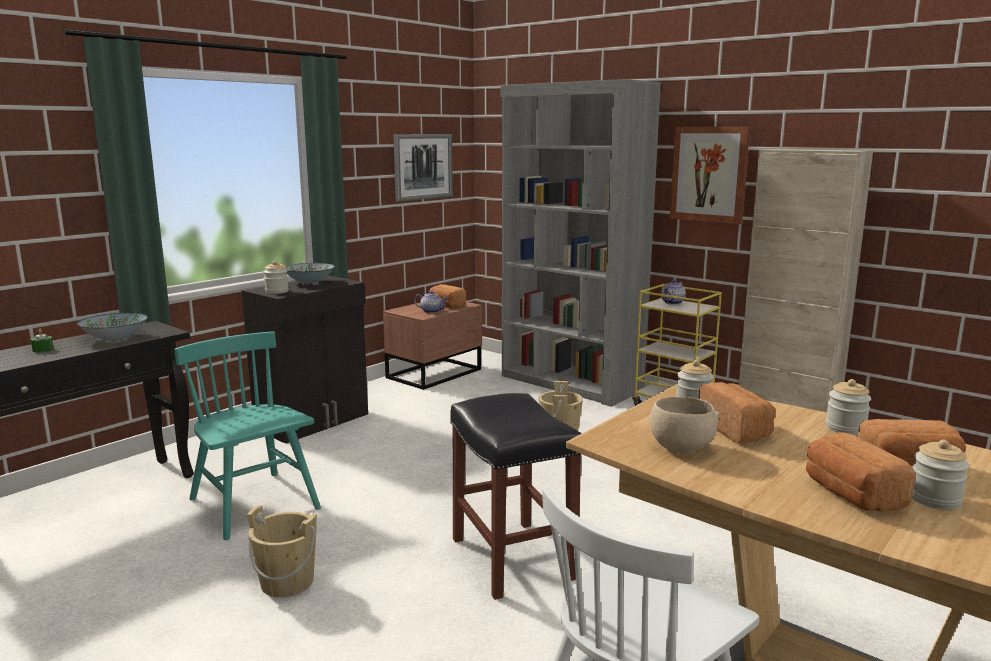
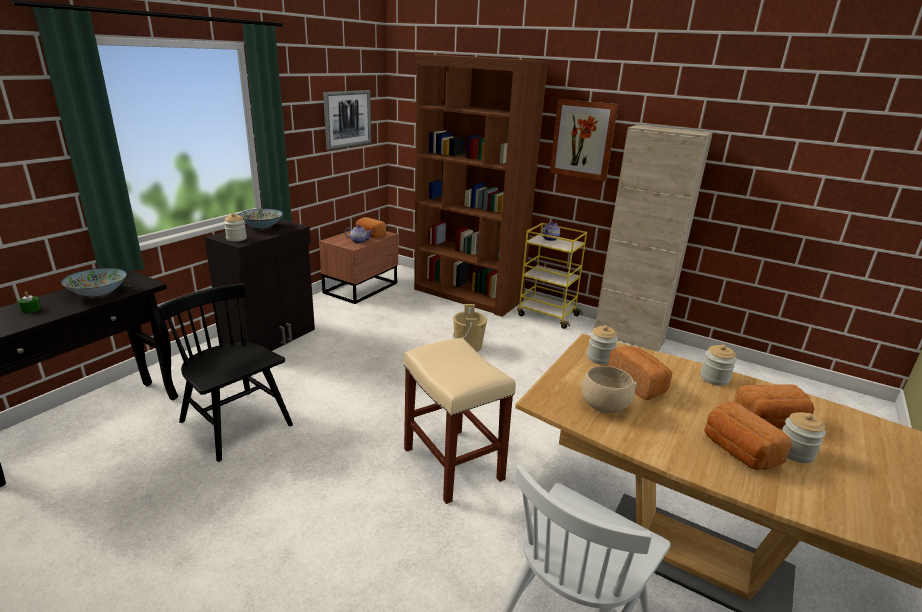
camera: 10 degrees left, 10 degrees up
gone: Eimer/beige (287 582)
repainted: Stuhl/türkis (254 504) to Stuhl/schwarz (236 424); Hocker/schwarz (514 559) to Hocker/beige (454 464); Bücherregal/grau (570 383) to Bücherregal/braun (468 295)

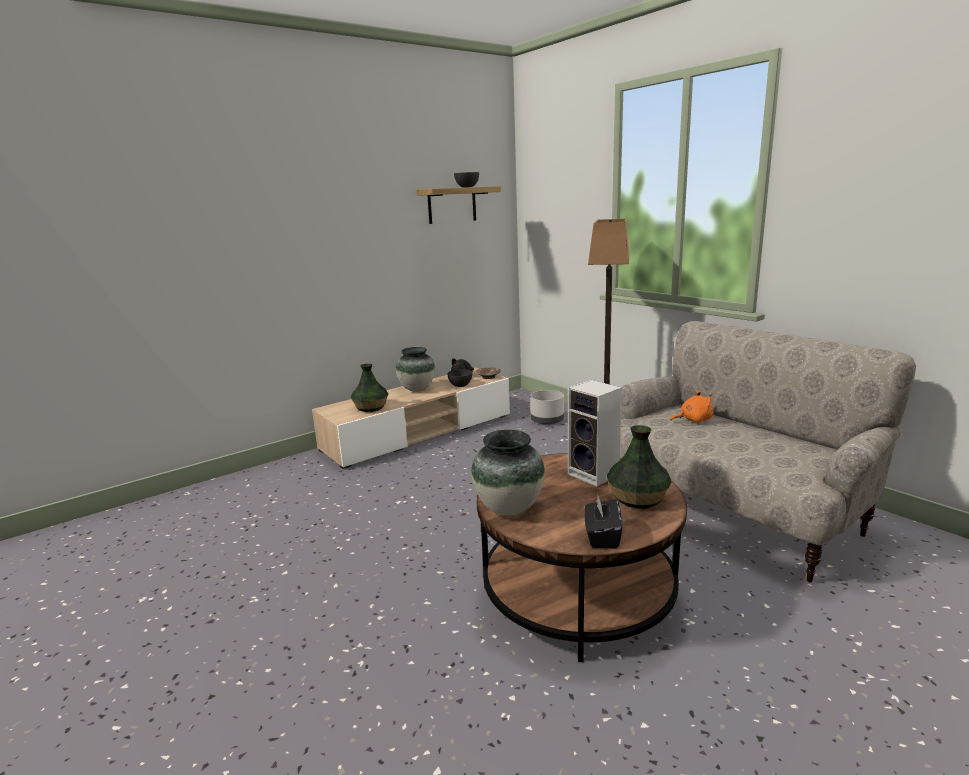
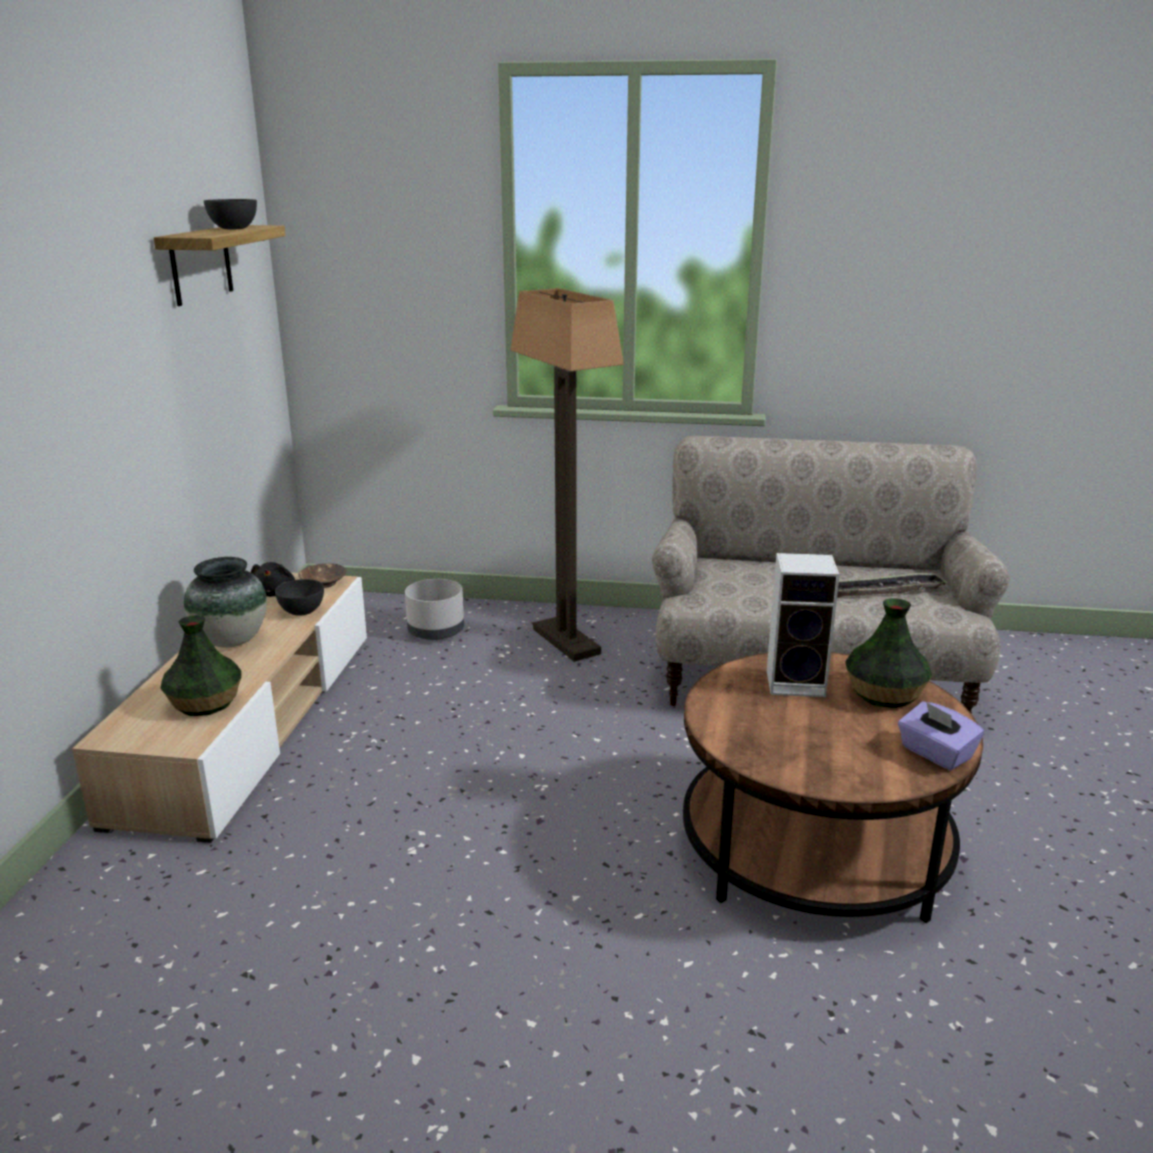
camera: 45 degrees left, 5 degrees up
gone: Vase (508 508); Plüschtier/orange (693 420)
new: Tablett (884 591)
repainted: Taschentuchbox/schwarz (602 536) to Taschentuchbox/lila (935 754)

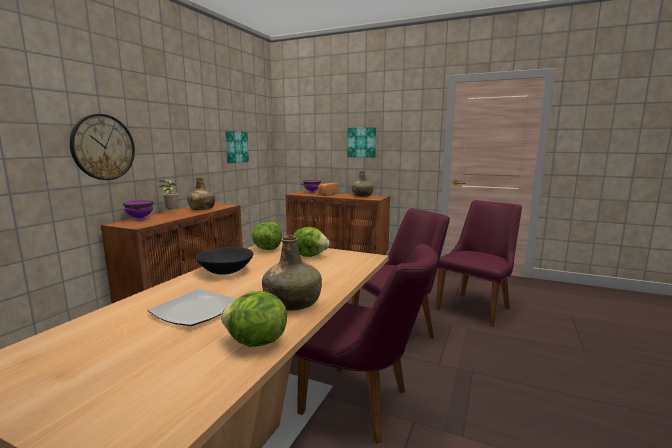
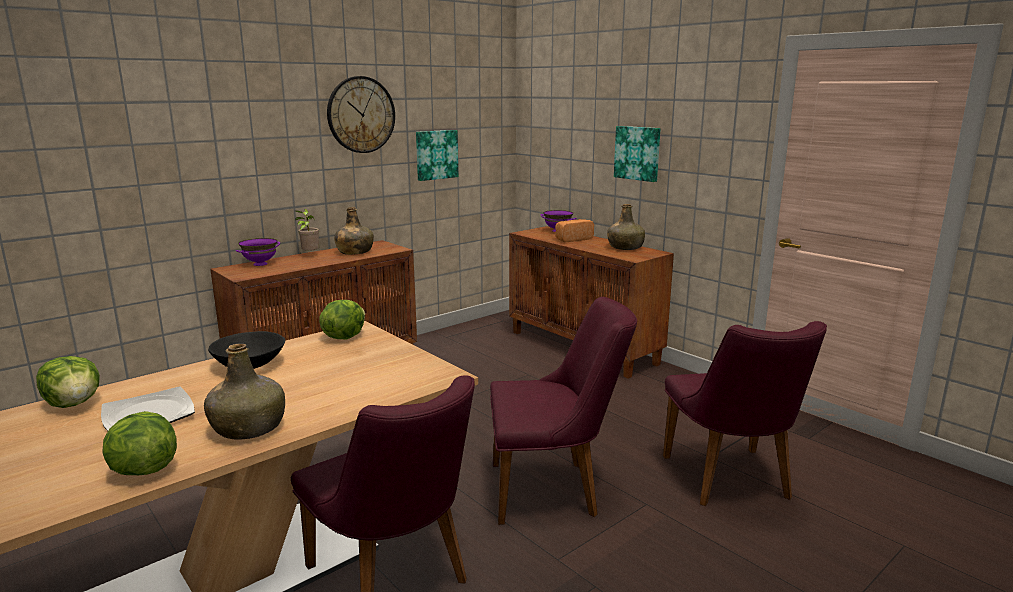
camera: 25 degrees right, 5 degrees up
shifted: Salatkopf (310 255) to (74 403); Wanduhr (103 147) to (361 115)
rotated: Stuhl/lila (477 306) = (731 483) 105 degrees clockwise

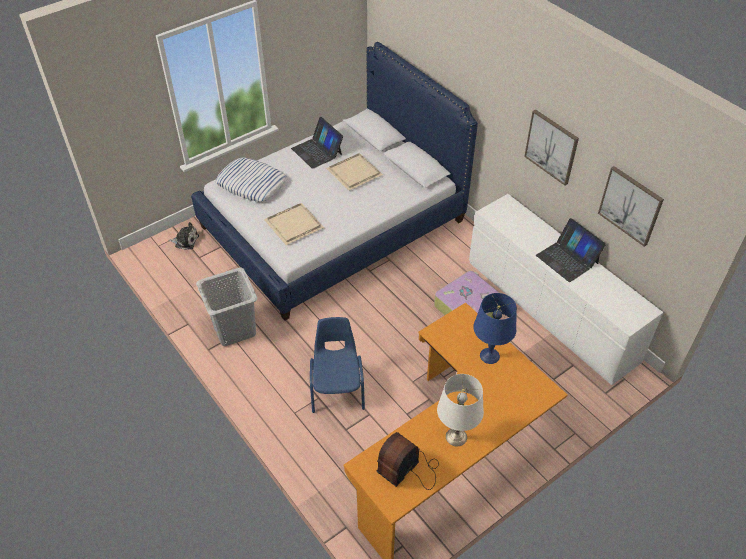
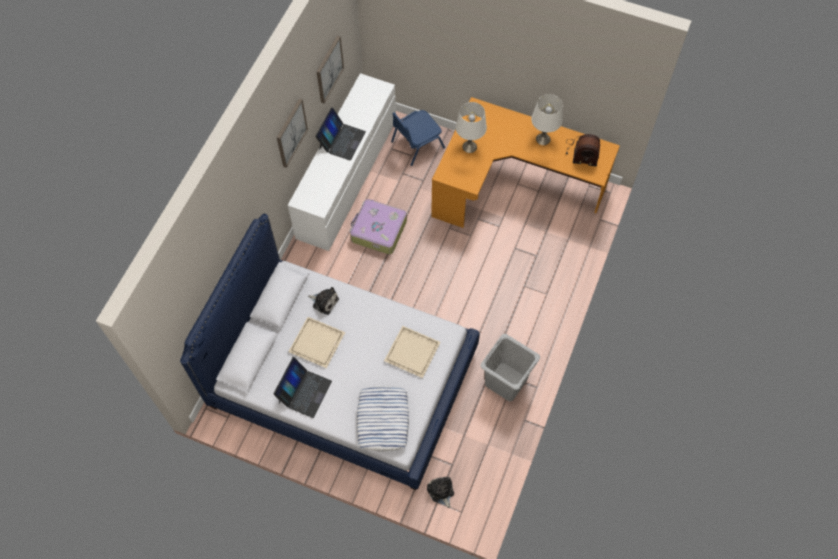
camera: 120 degrees left, 15 degrees up
new: Plüschtier (324 301)
shifted: Stuhl/blau (337 387) to (416 144)
repainted: Tischlampe/blau (489 356) to Tischlampe/weiß (469 146)

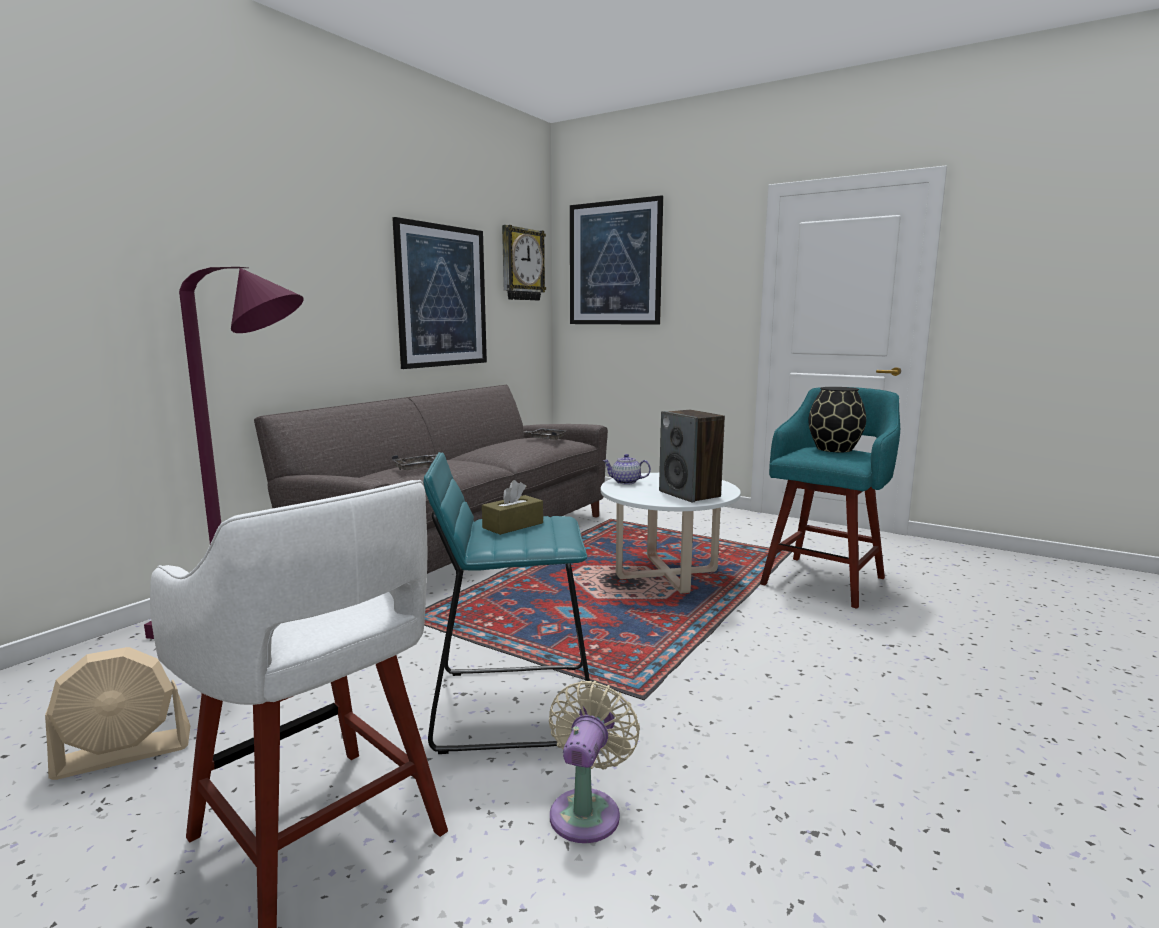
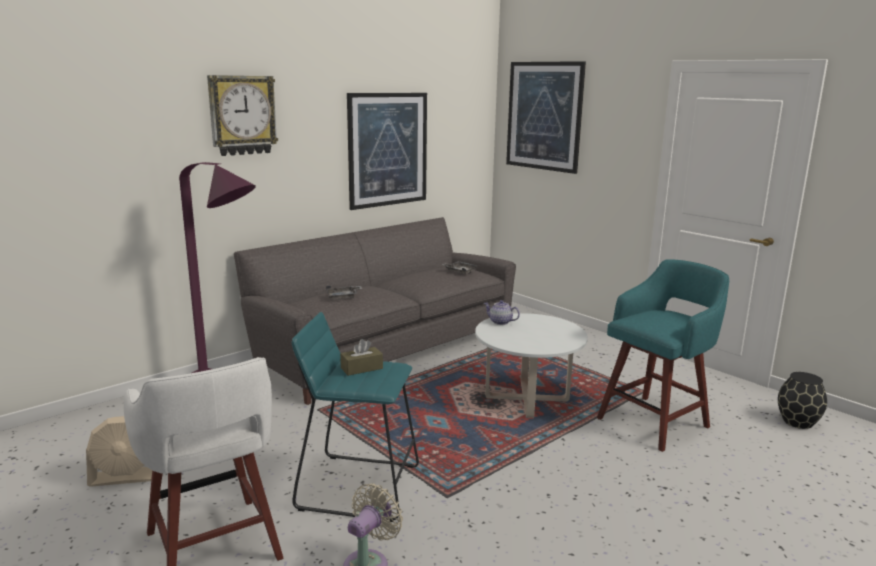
camera: 15 degrees right, 5 degrees up
gone: Lautsprecher (690 494)
shifted: Wanduhr (521 264) to (242 115); Vase/schwarz (833 449) to (797 422)

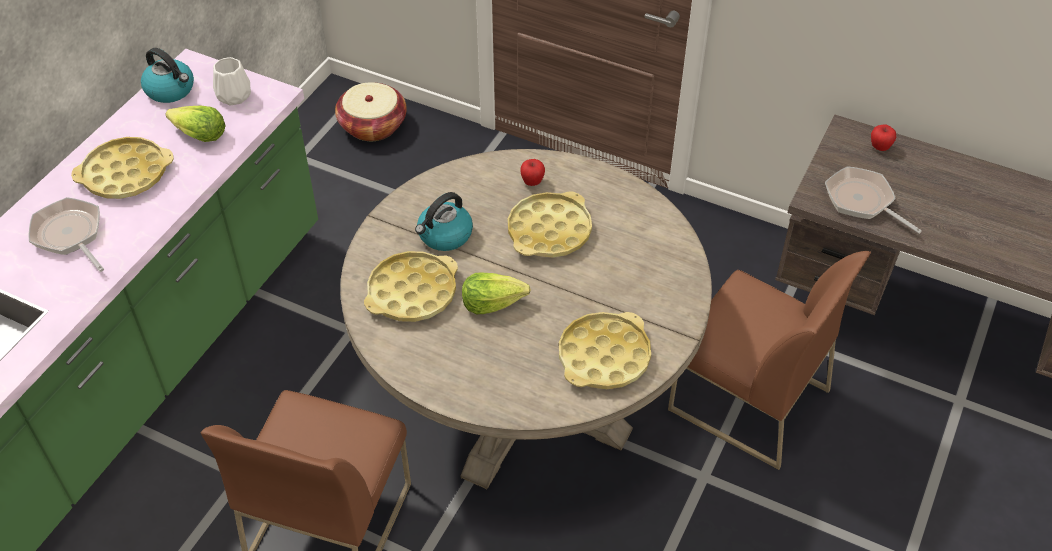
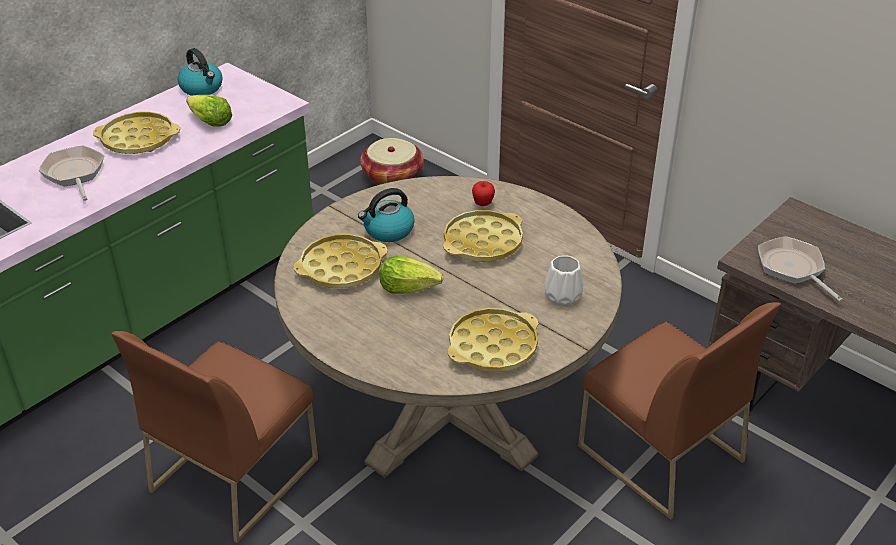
camera: 15 degrees right, 10 degrees down
gone: Apfel (880 147)
shifted: Vase/weiß (233 96) to (561 296)

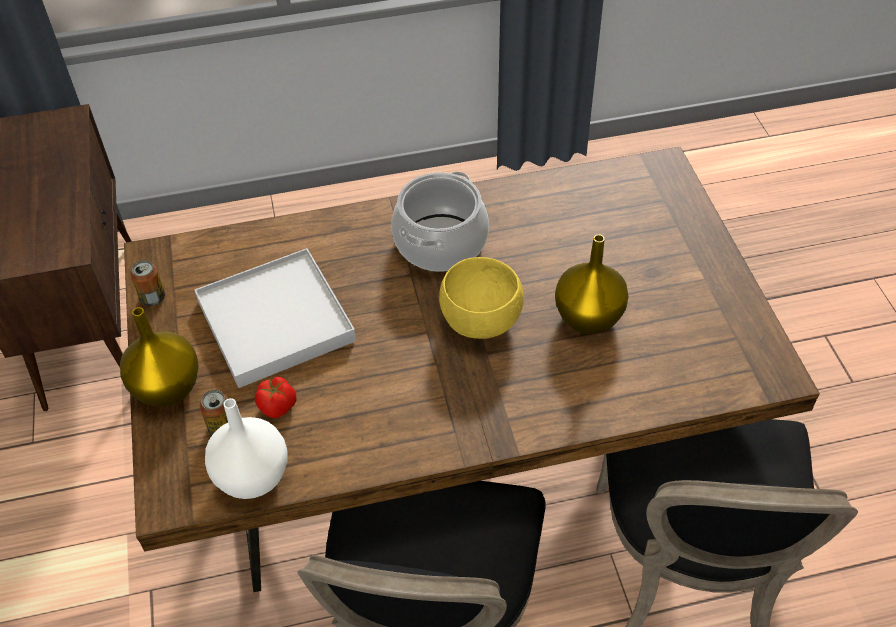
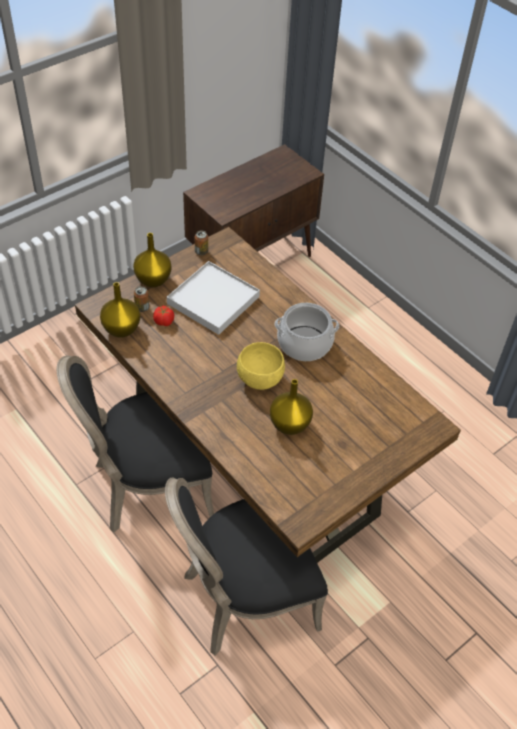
camera: 60 degrees right, 0 degrees up
repainted: Vase/weiß (254 478) to Vase/gelb (121 330)

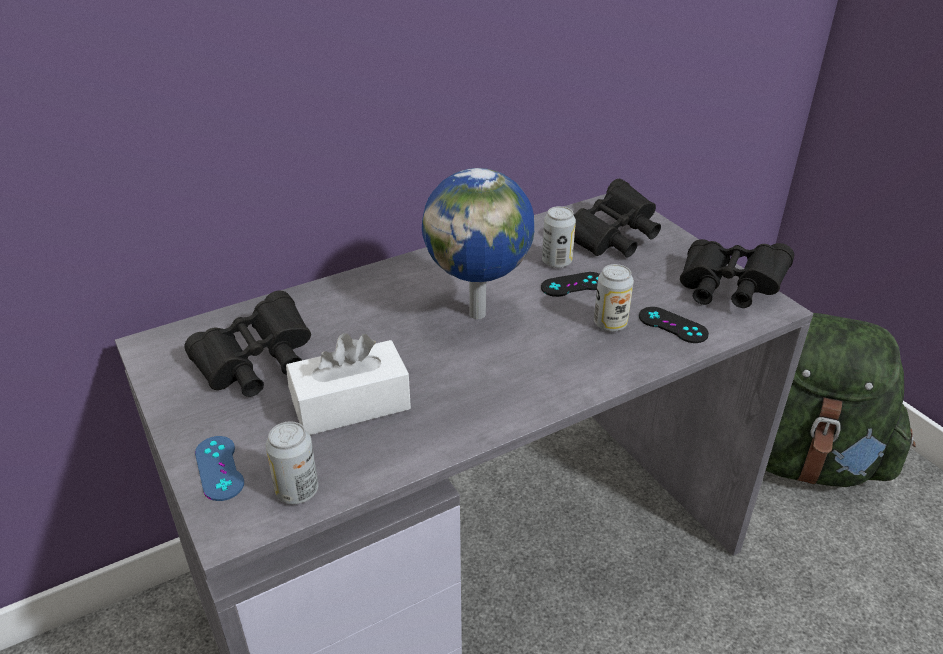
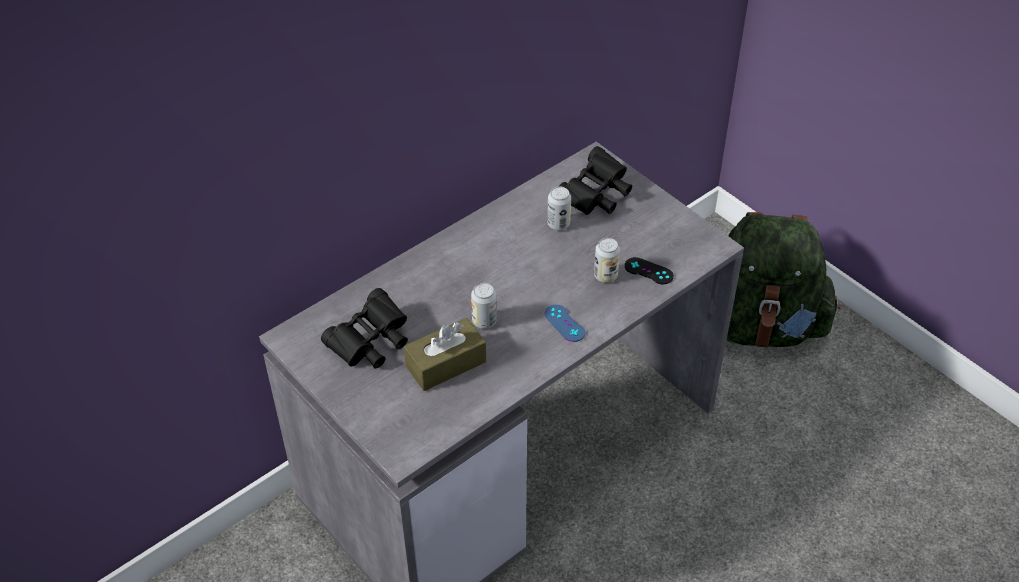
camera: 10 degrees left, 10 degrees up
gone: Globus (479 313); Gamepad/schwarz (573 285); Fernglas/schwarz (727 290)
shifted: Dose (297 491) to (484 321); Gamepad/blau (219 468) to (564 323)
repainted: Taschentuchbox/weiß (351 404) to Taschentuchbox/braun (446 364)

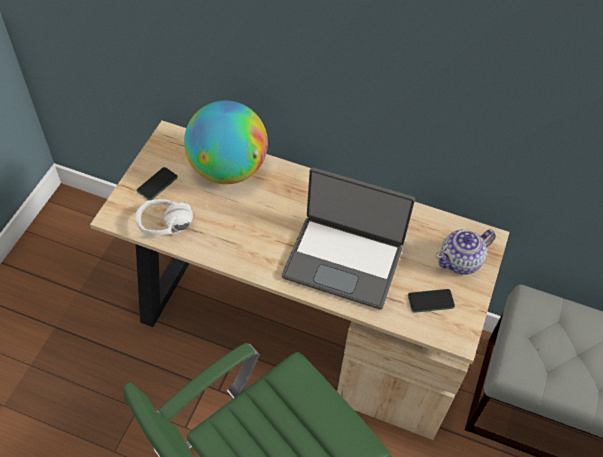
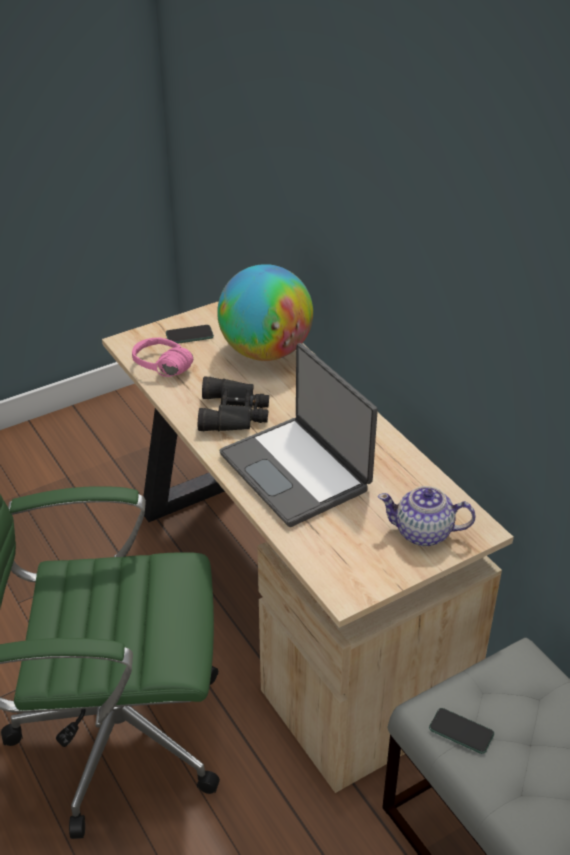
camera: 40 degrees right, 15 degrees down
new: Fernglas/schwarz (235 413)
shifted: Handy (431 301) to (461 731)
repainted: Kopfhörer/weiß (165 231) to Kopfhörer/rosa (157 371)

